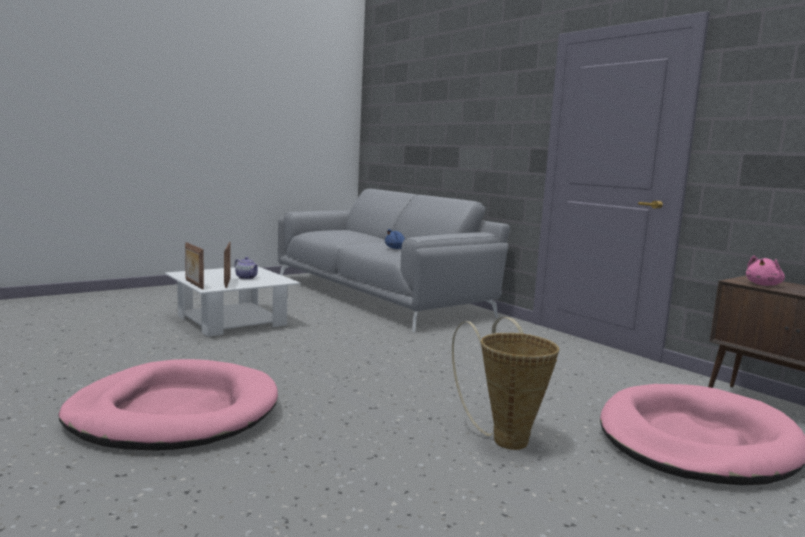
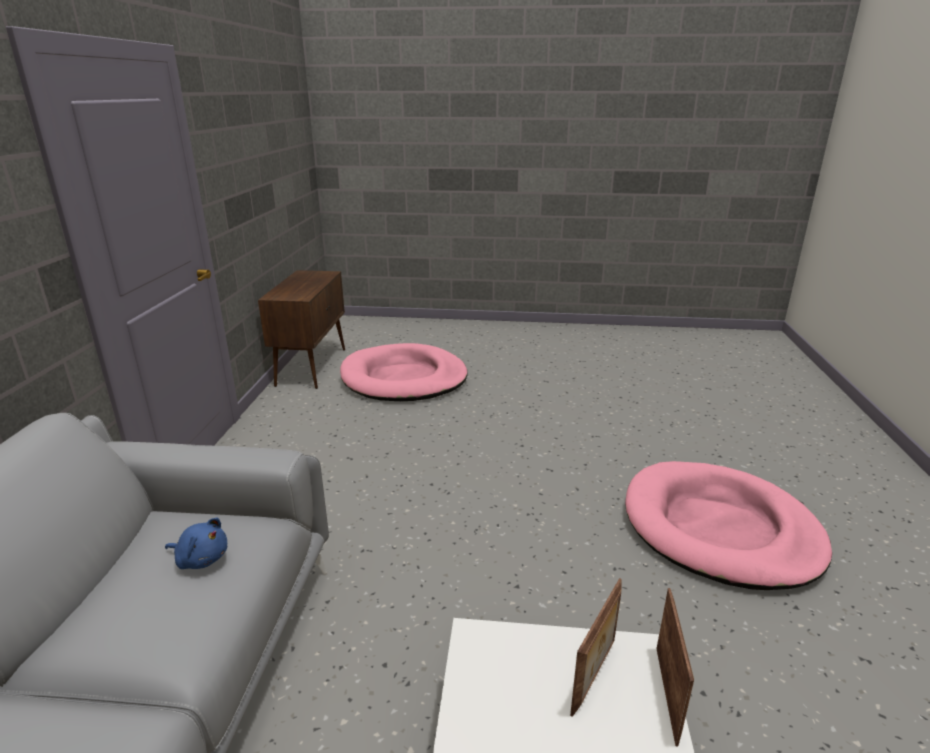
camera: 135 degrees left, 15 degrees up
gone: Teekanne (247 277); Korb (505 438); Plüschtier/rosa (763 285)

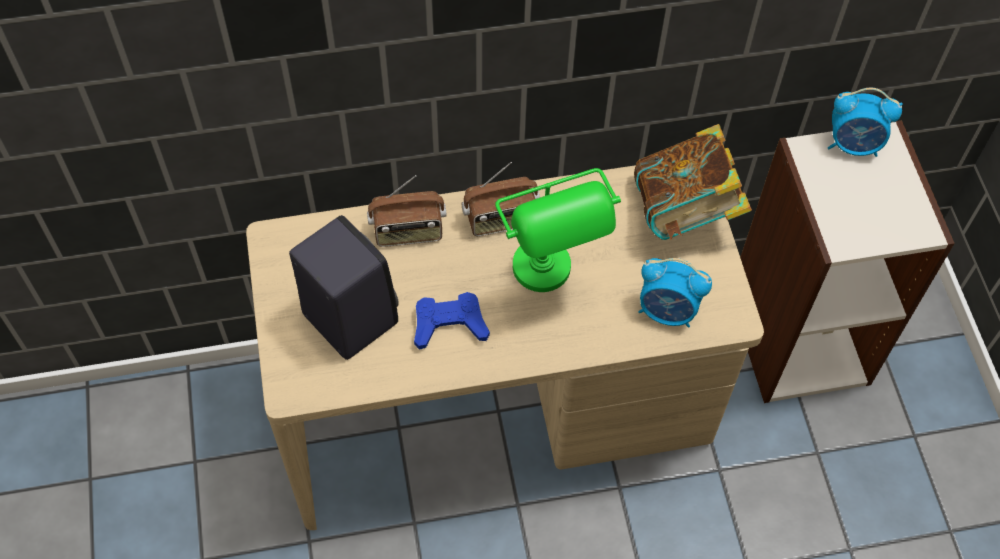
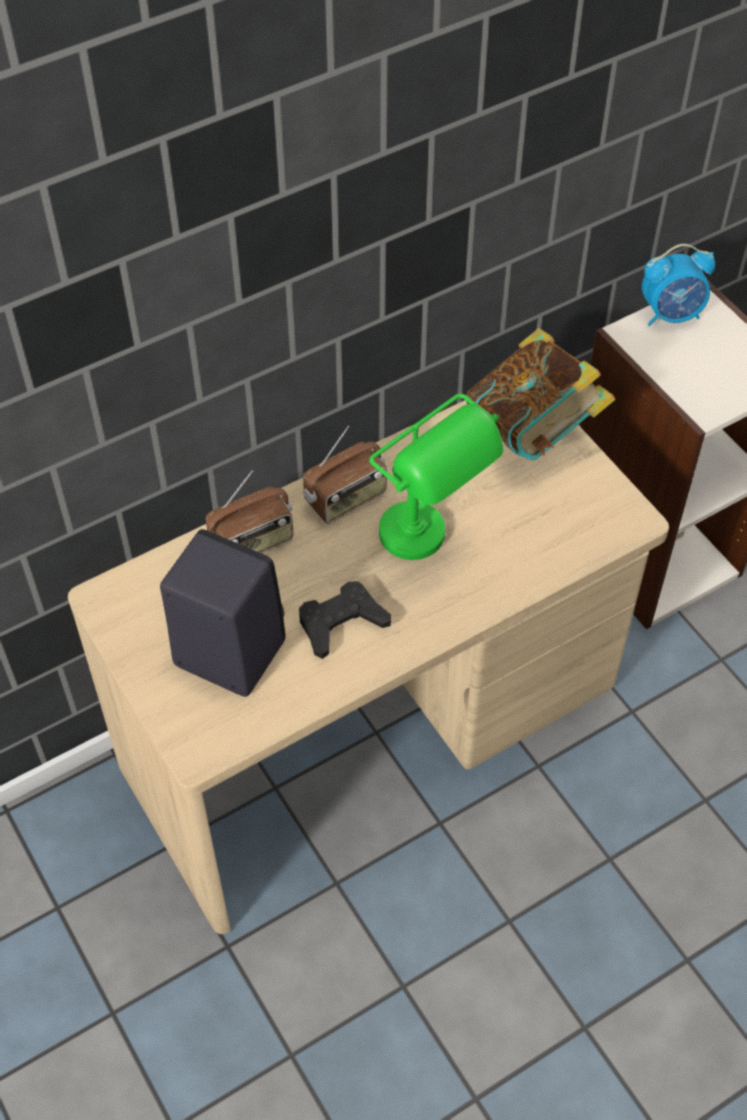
camera: 20 degrees left, 5 degrees down
gone: Wecker (667 311)
repainted: Gamepad/blau (449 324) to Gamepad/schwarz (341 623)

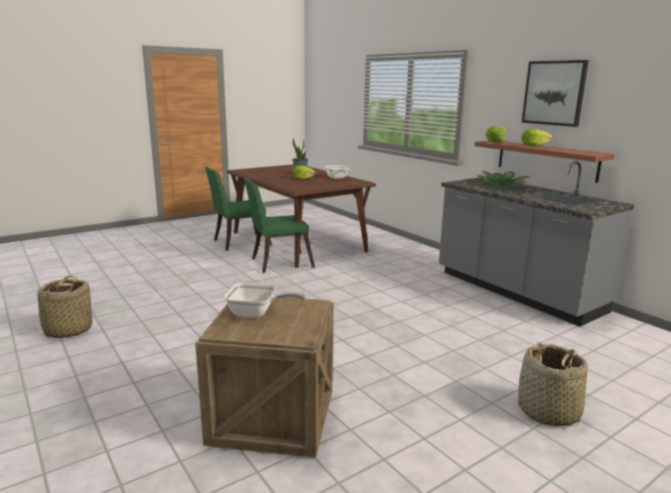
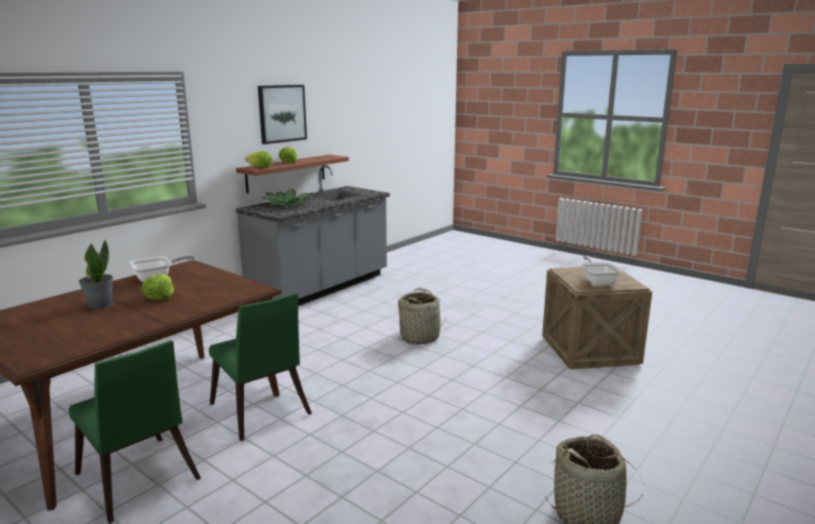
camera: 105 degrees left, 0 degrees up
shifted: Korb (548 412) to (420 337)

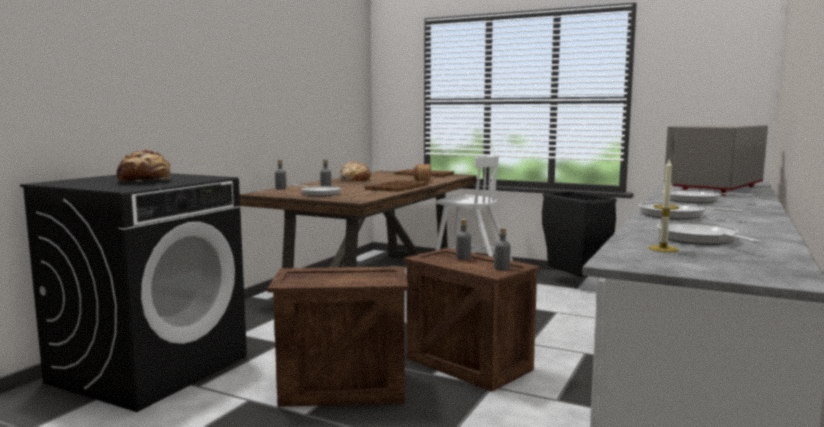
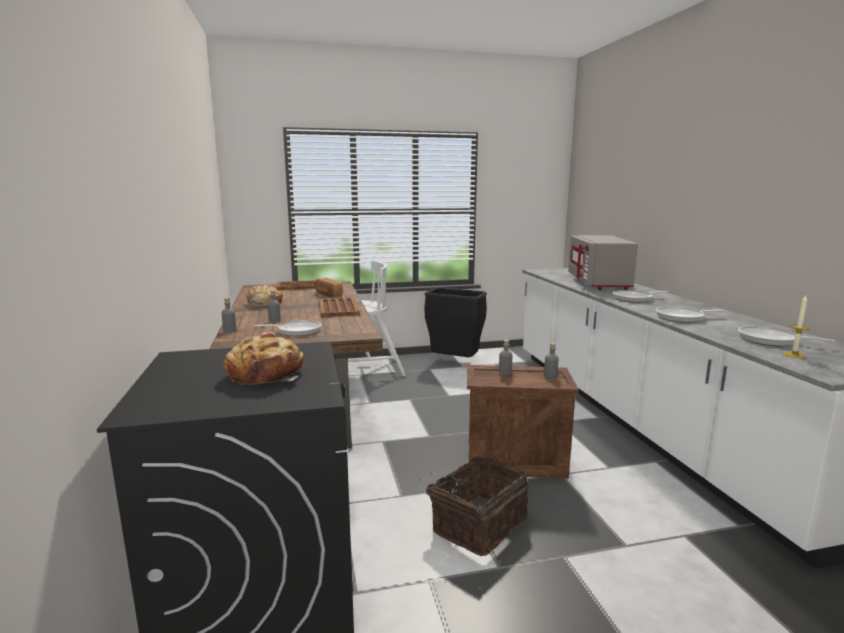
camera: 40 degrees left, 5 degrees up
swapped: Kiste (344 387) to Korb (477 524)

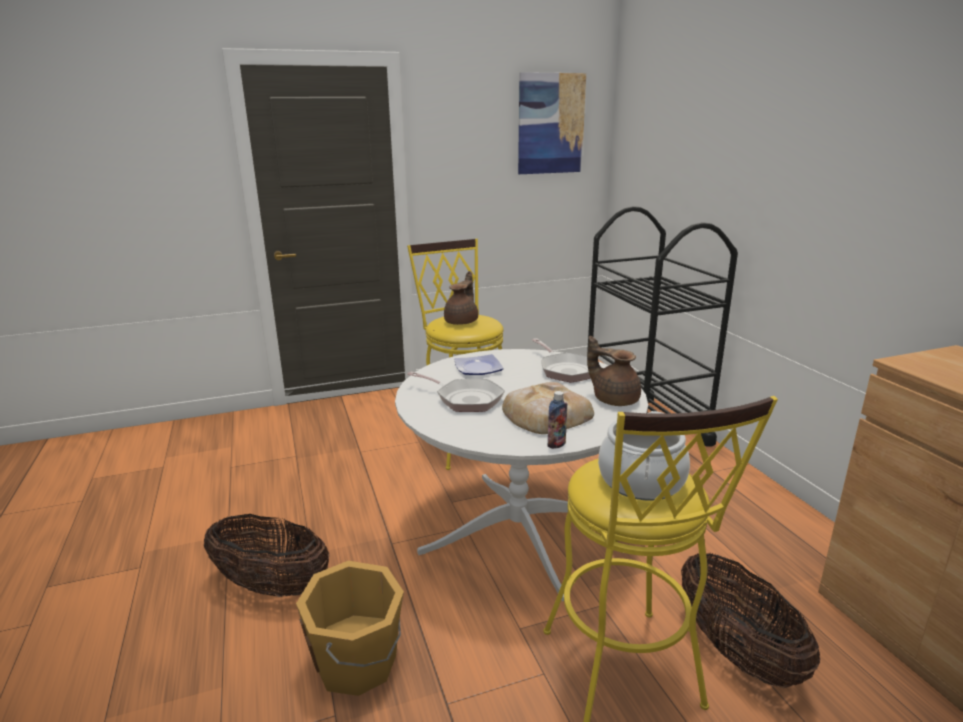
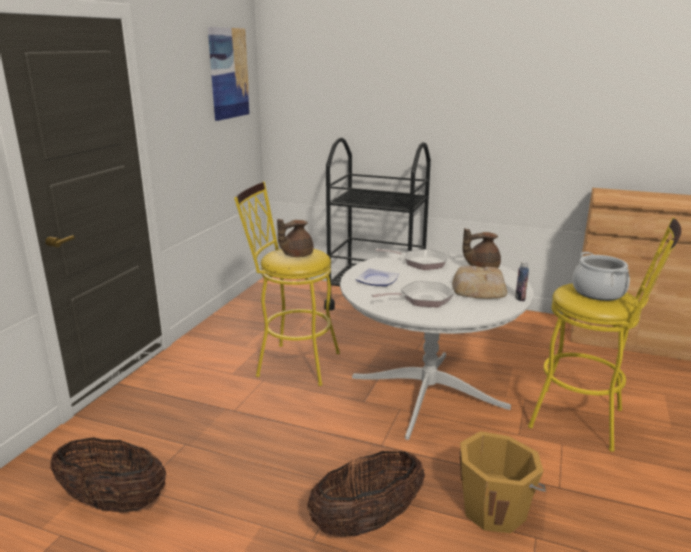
camera: 50 degrees left, 0 degrees up
shifted: Korb (736 651) to (114 502)
rotated: Teekanne/braun (462 321) = (296 255) 105 degrees counterclockwise

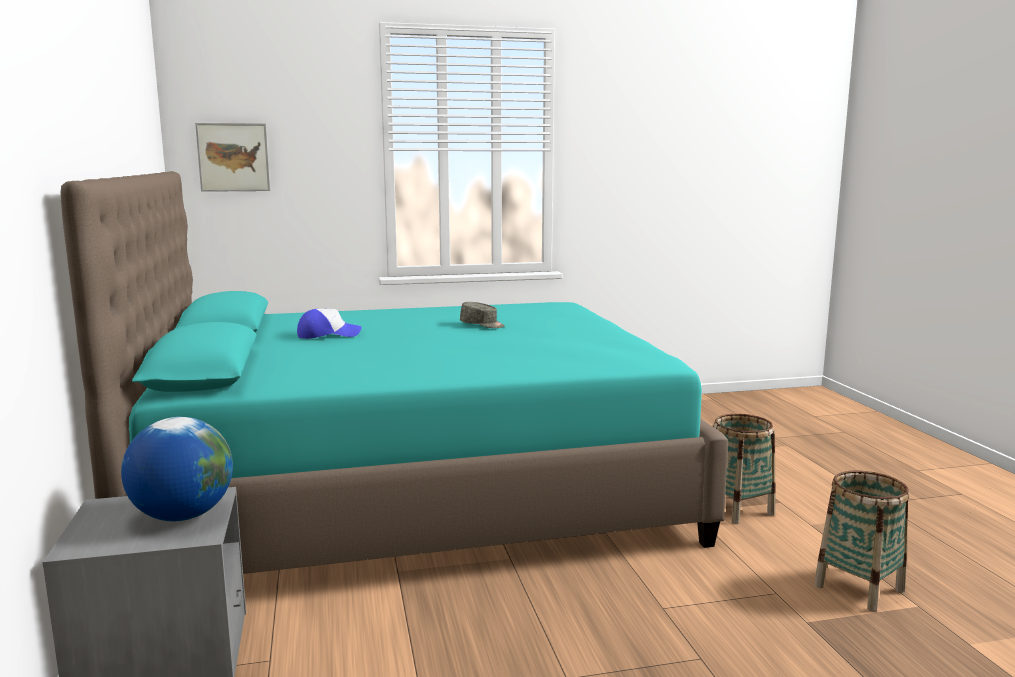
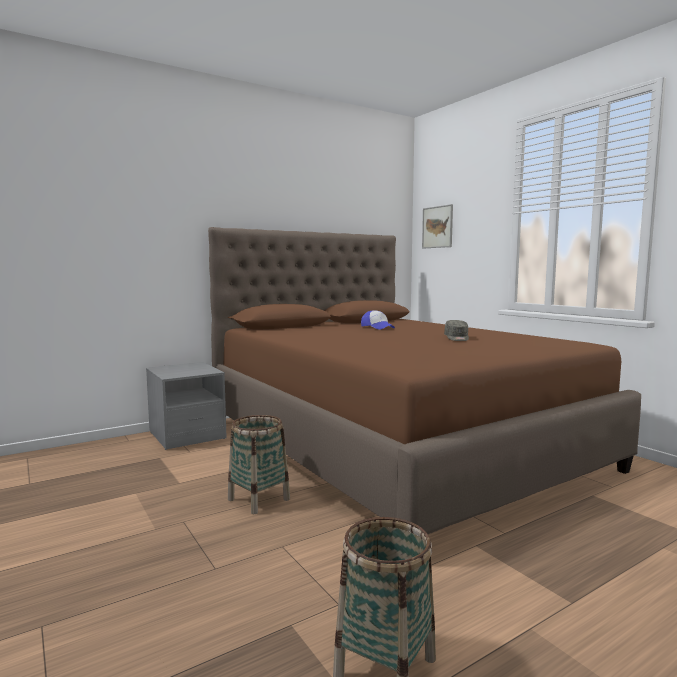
camera: 70 degrees right, 5 degrees down
gone: Globus (183 516)
shifted: Korb (737 509) to (259 499)
repainted: Bett/türkis (414 489) to Bett/braun (394 443)

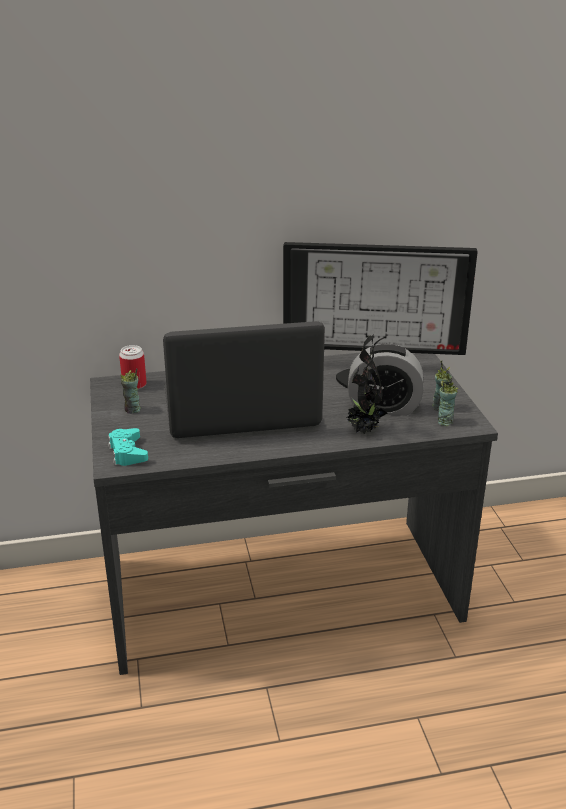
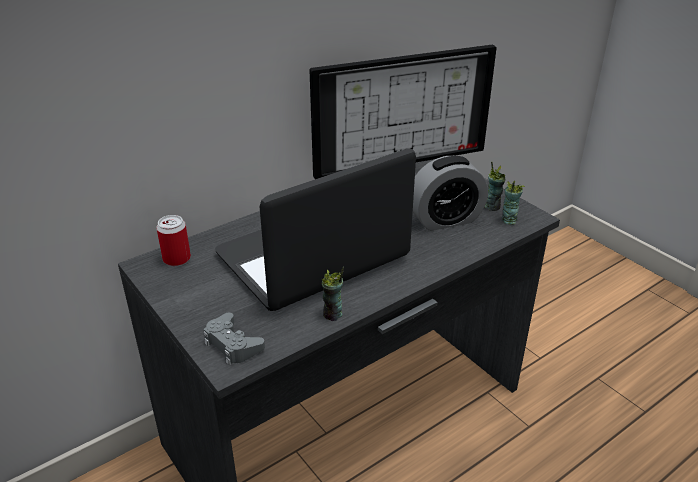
camera: 25 degrees left, 5 degrees up
gone: Topfpflanze (364 431)
shifted: Tasse (132 410) to (333 315)
repainted: Gamepad/türkis (127 452) to Gamepad/grau (232 344)

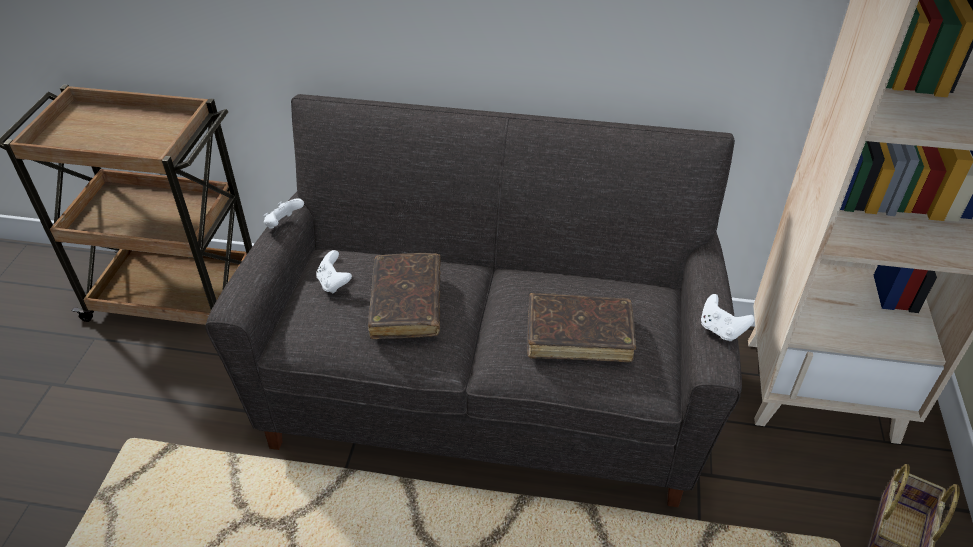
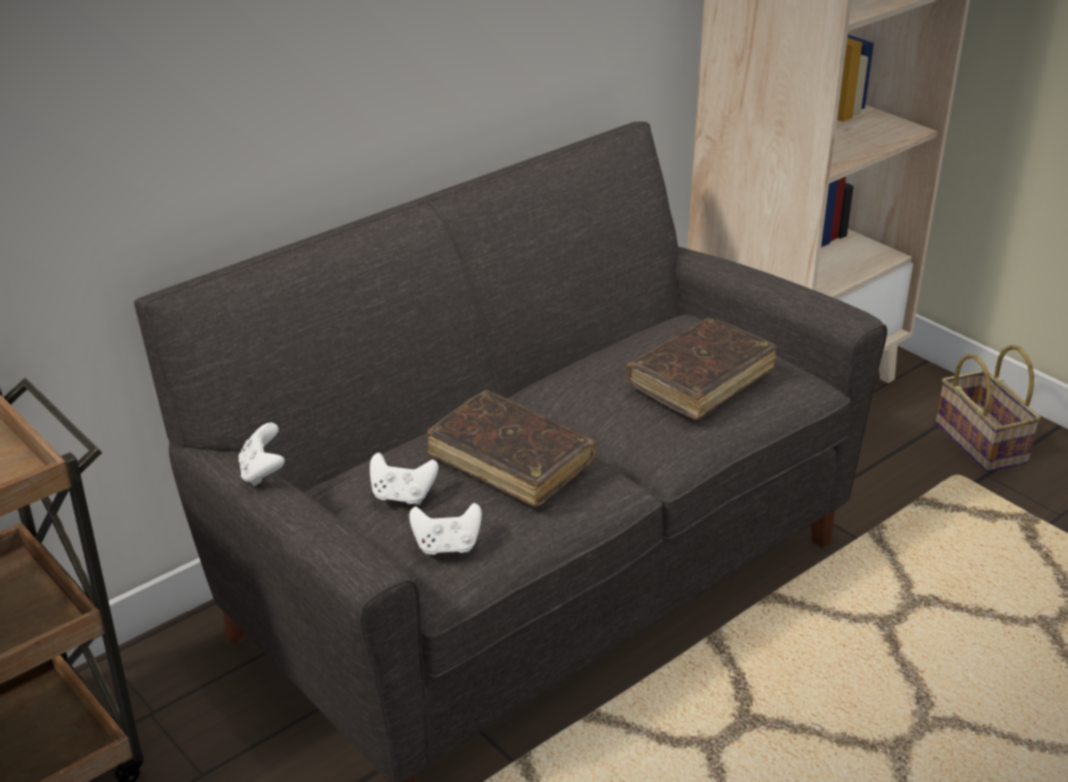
camera: 50 degrees left, 10 degrees down
shifted: Gamepad/weiß (721 330) to (447 546)

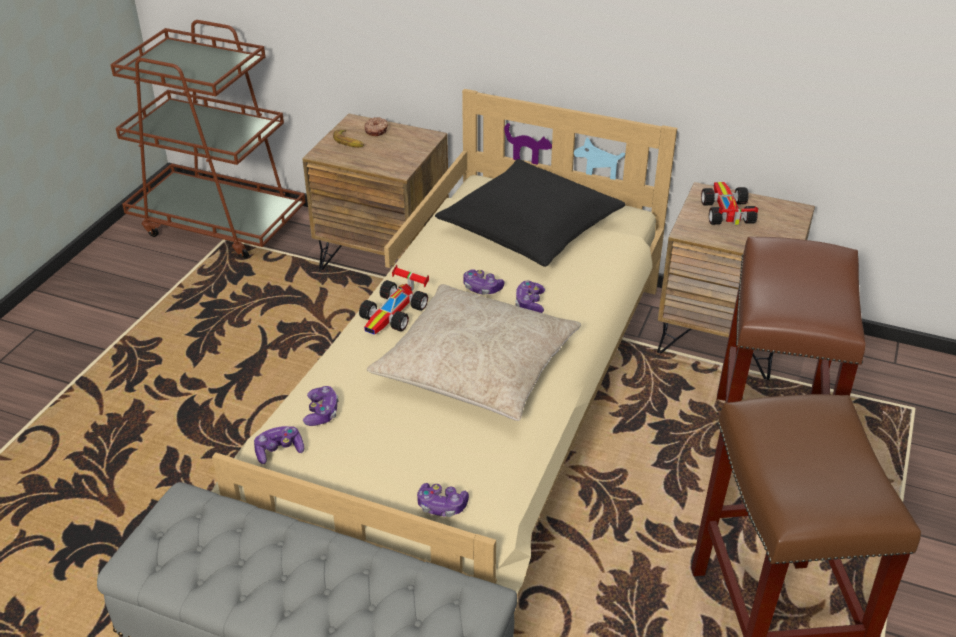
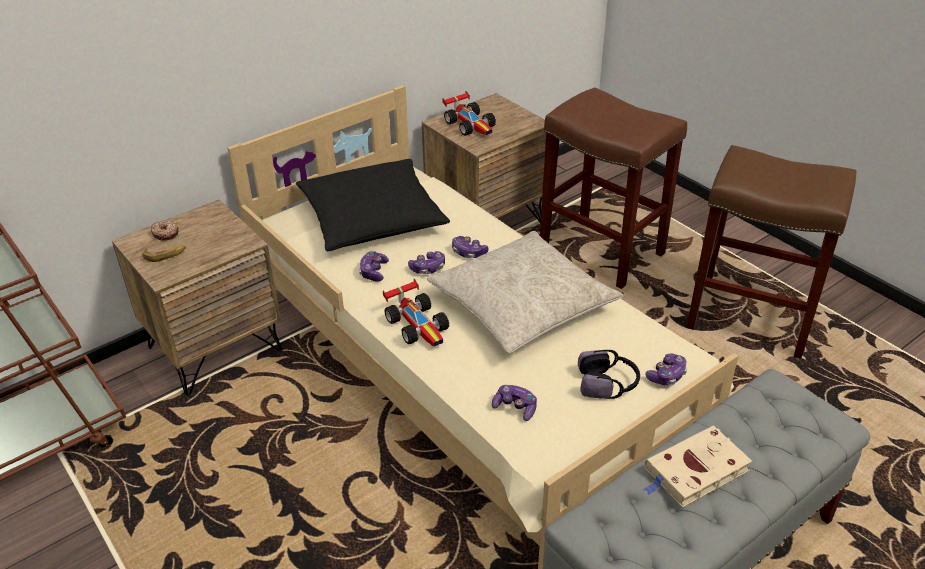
camera: 60 degrees left, 0 degrees up
new: Kopfhörer (608 384); Buch/beige (694 471)
shifted: Gamepad (279 450) to (373 272)
rotated: Spielzeugauto (725 212) = (471 124) 150 degrees counterclockwise

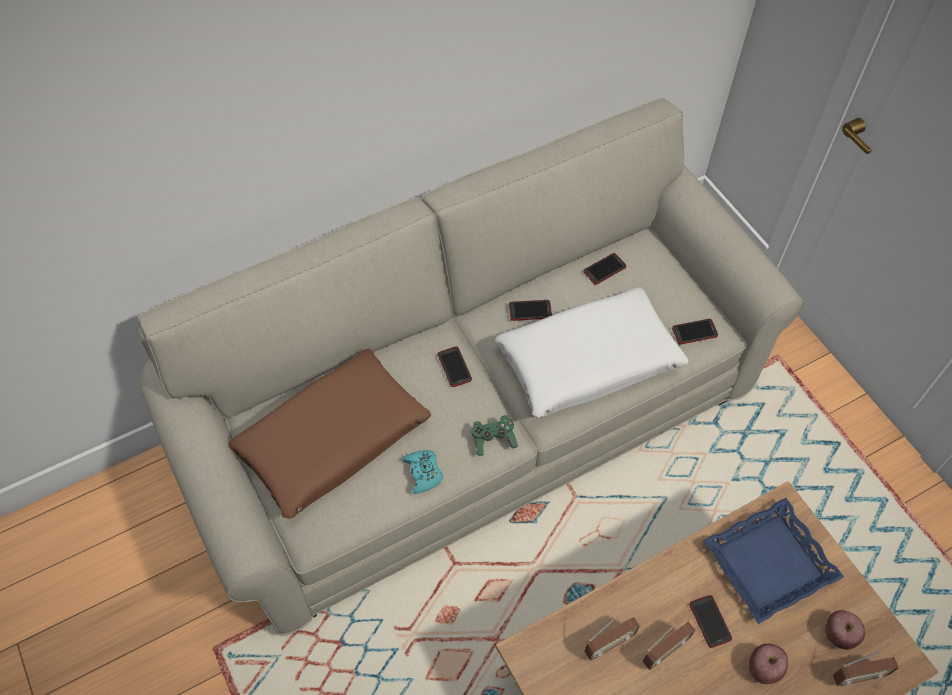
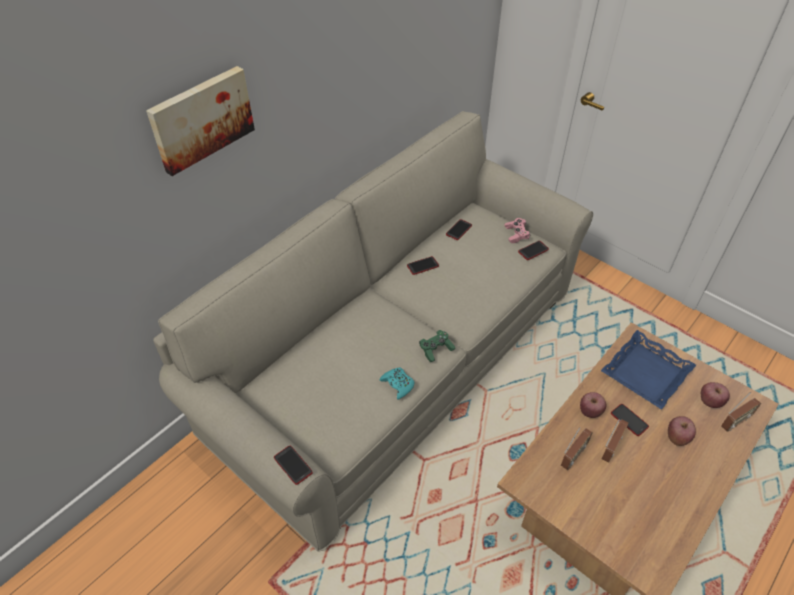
camera: 20 degrees left, 10 degrees down
gone: Kissen/braun (333 440); Kissen/weiß (588 362)
new: Bild (201 119); Gamepad/rosa (516 234); Apfel (590 412)
shifted: Handy (454 367) to (293 465)

